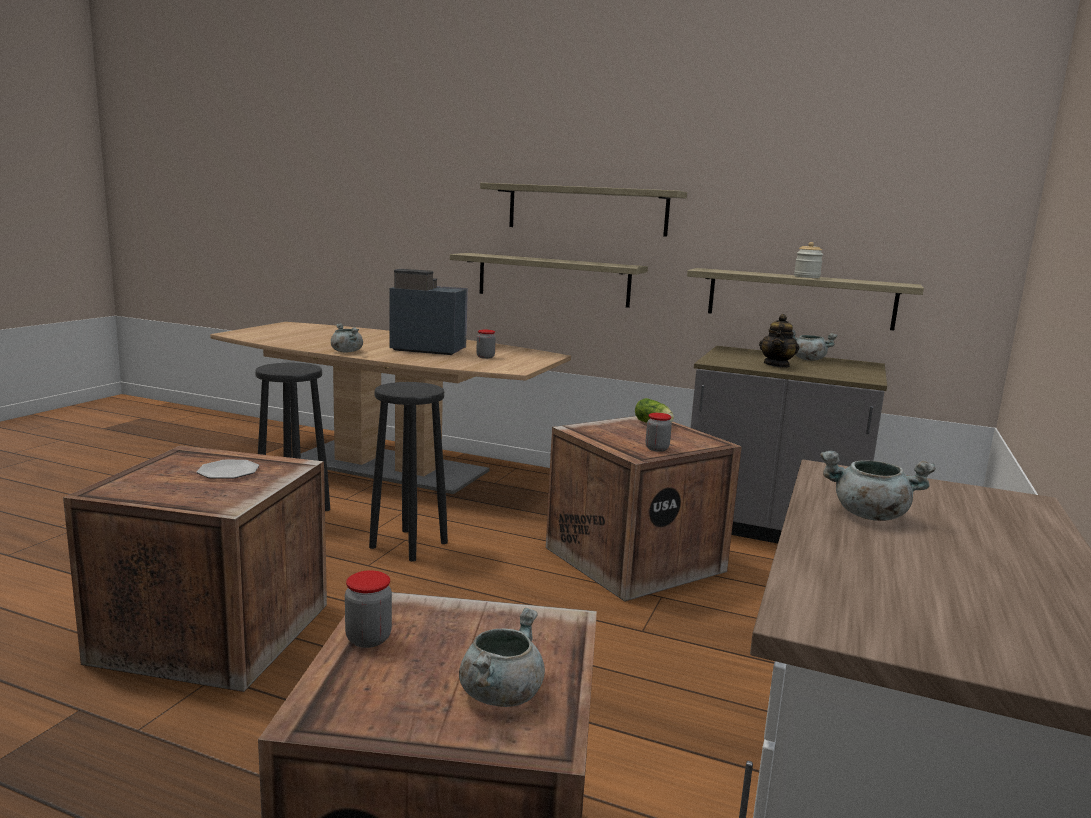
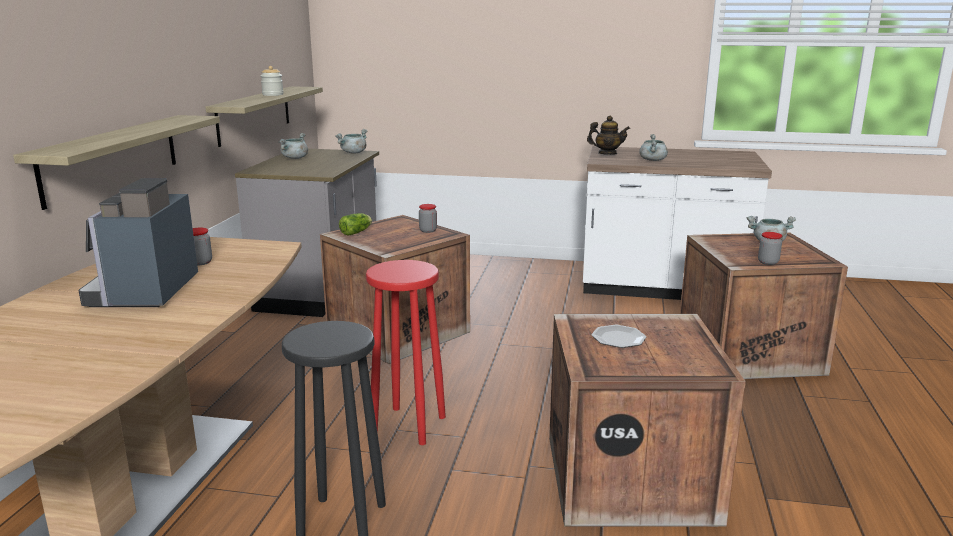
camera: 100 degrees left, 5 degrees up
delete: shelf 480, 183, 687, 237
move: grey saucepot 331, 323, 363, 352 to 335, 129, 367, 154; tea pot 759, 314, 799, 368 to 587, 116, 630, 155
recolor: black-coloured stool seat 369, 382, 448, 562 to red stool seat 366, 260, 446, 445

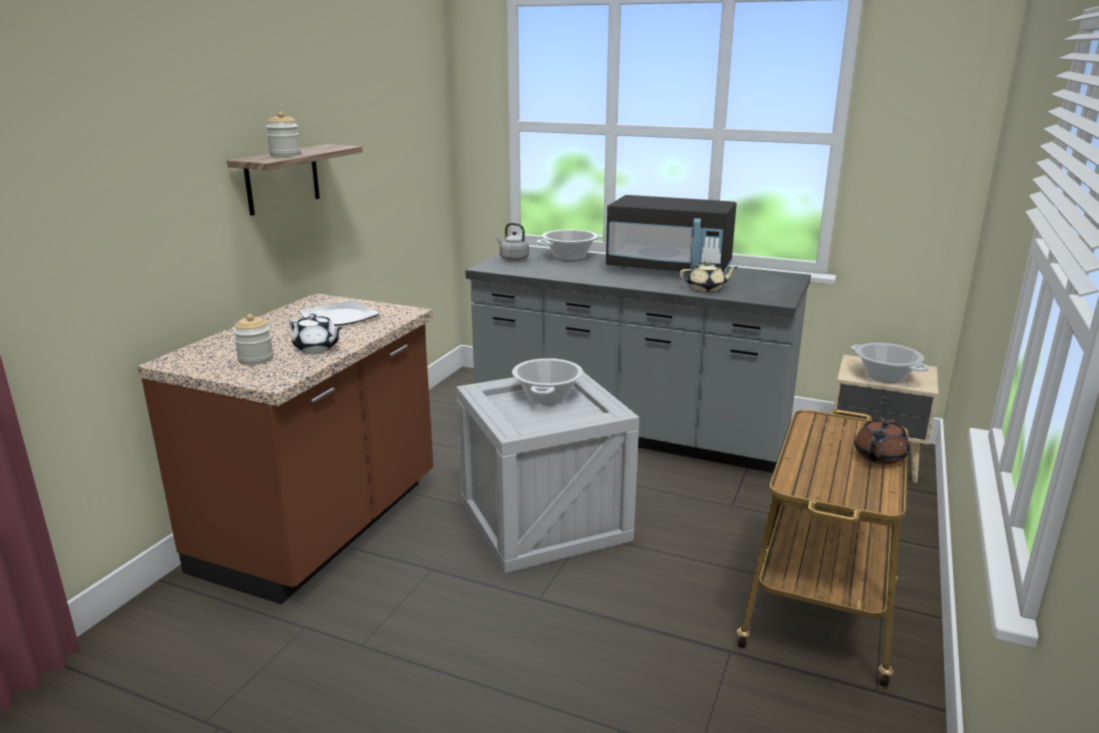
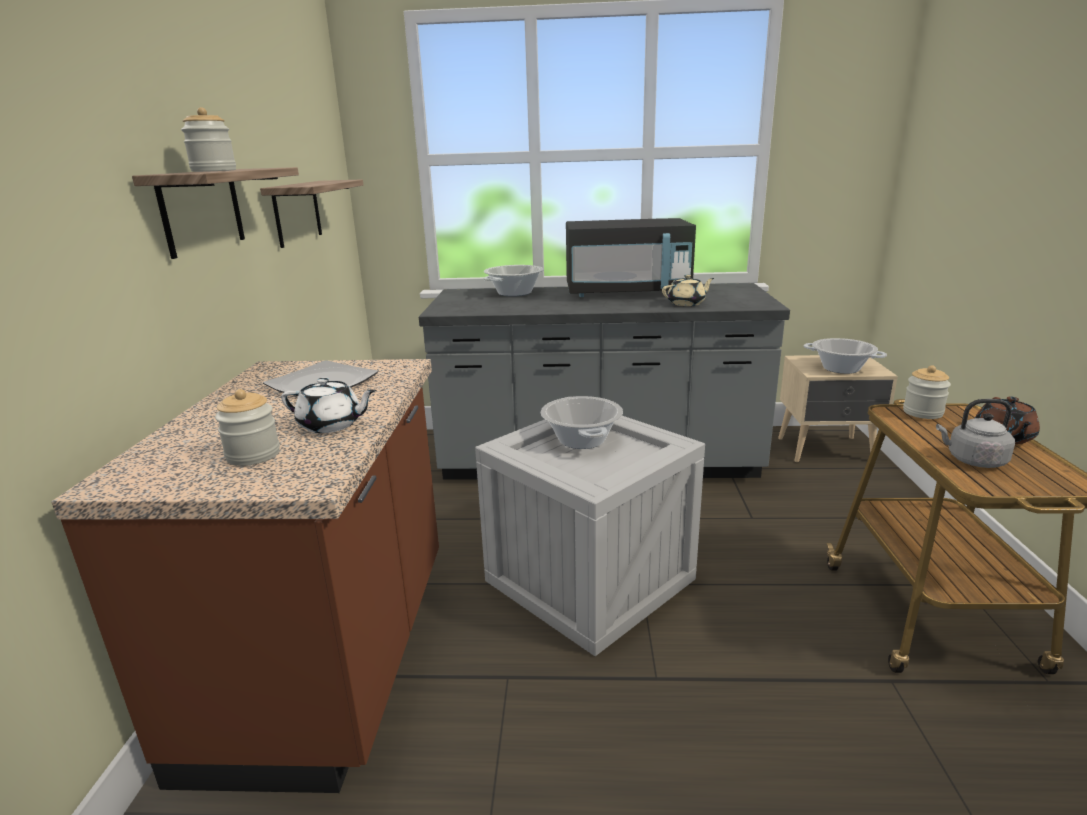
camera: 20 degrees left, 0 degrees up
insert: shelf 260, 179, 363, 248; preserve jar 903, 365, 951, 419
move: grey tea kettle 496, 223, 529, 261 to 936, 399, 1015, 468

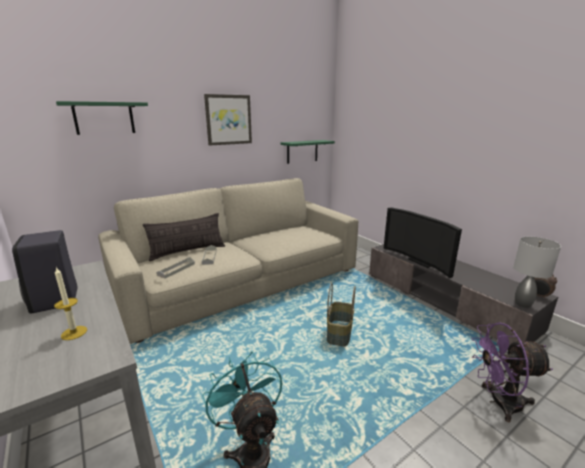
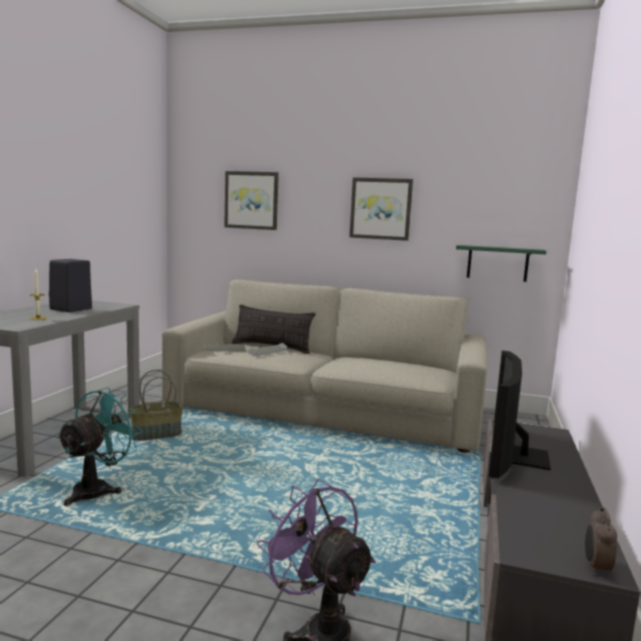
camera: 50 degrees right, 10 degrees down
delete: grey tabletop lamp 513, 236, 561, 308
move: basket 327, 283, 355, 347 to 129, 370, 183, 441
replace: green-coloured shelf 56, 101, 148, 135 to picture 224, 171, 279, 230

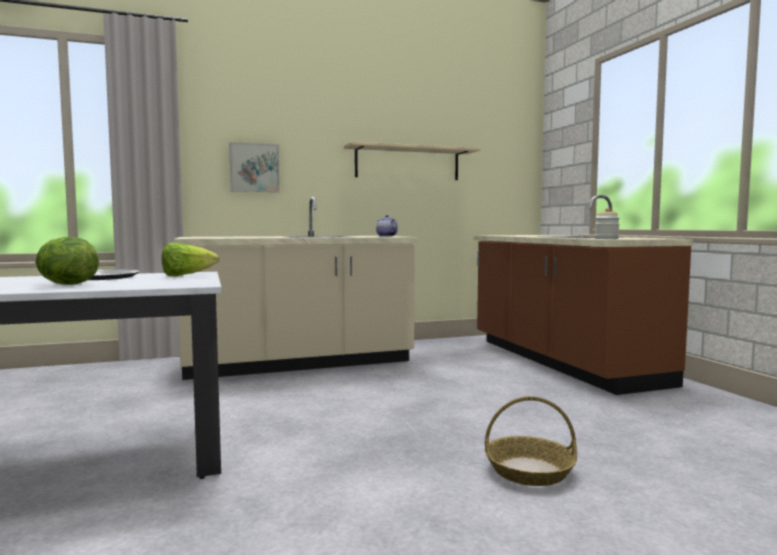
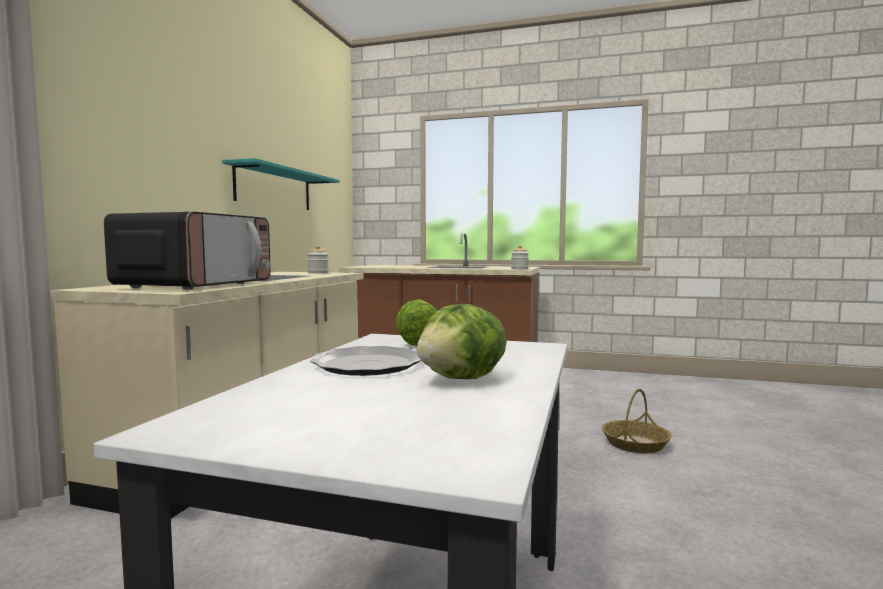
camera: 55 degrees left, 0 degrees up
delete: picture 229, 142, 279, 192
insert: microwave oven 104, 212, 271, 290
replace: tea pot 376, 215, 398, 236 to preserve jar 307, 245, 329, 274
recolor: beige shelf 344, 141, 481, 180 to turquoise shelf 223, 158, 340, 210

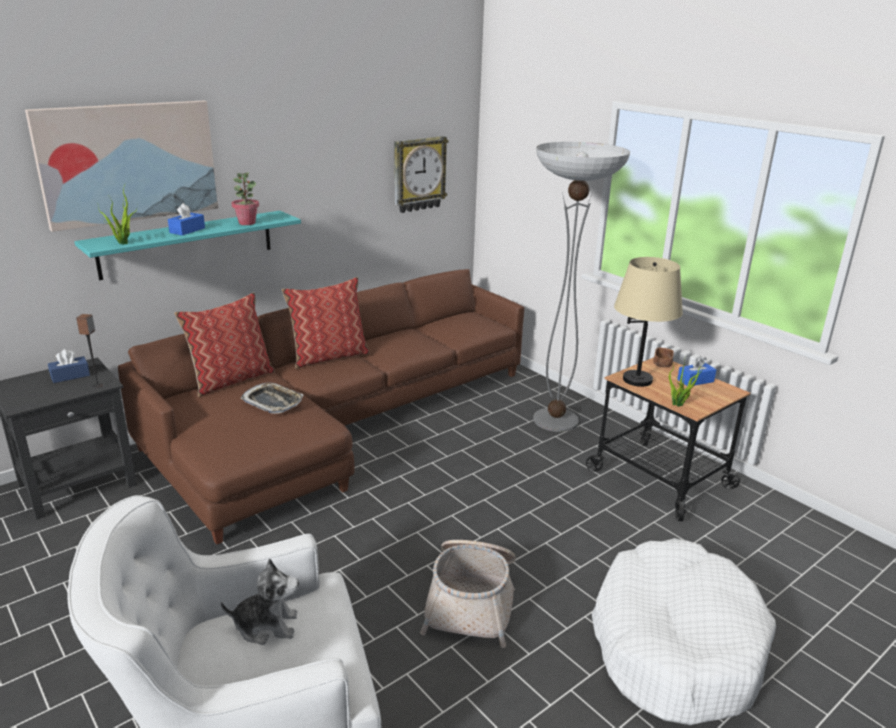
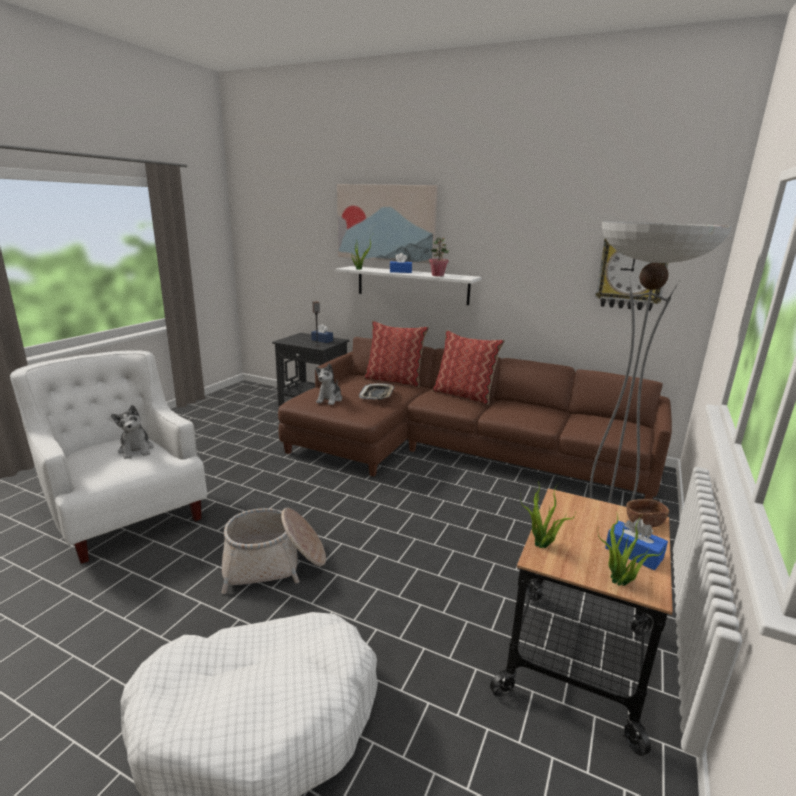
camera: 65 degrees right, 5 degrees down
delete: beige tabletop lamp 614, 257, 683, 387
insert: cuddly toy 316, 363, 342, 405; plant in a pot 598, 514, 664, 586
recolor: turquoise shelf 74, 211, 301, 280 to white-coloured shelf 335, 266, 482, 305

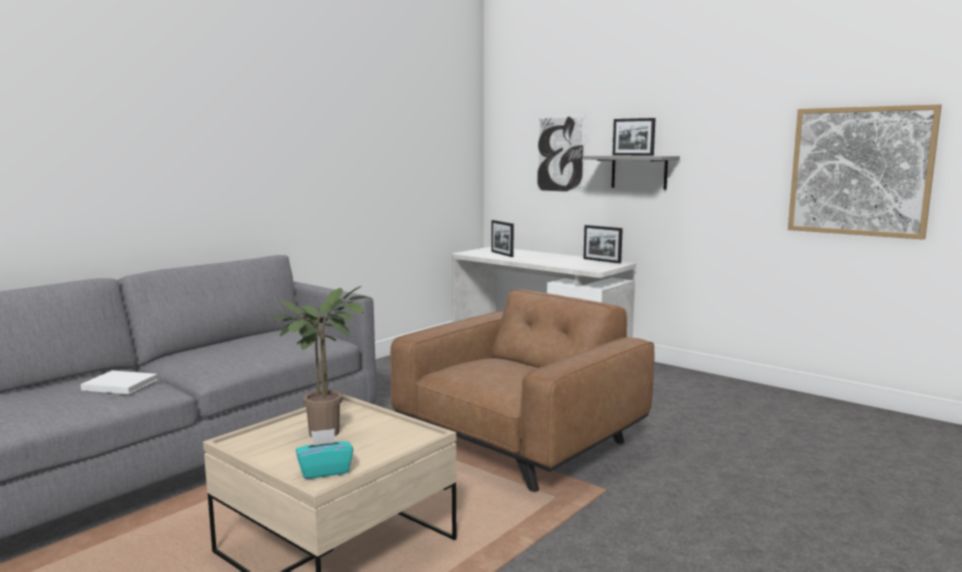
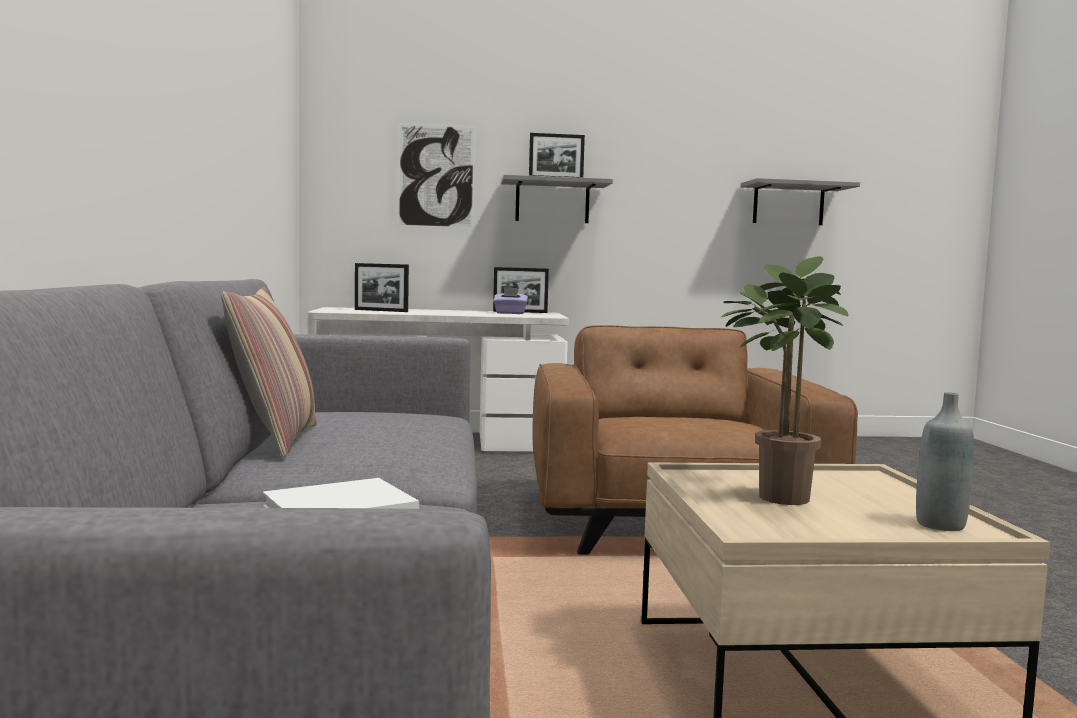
camera: 45 degrees left, 5 degrees down
insert: pillow 221, 287, 317, 458; purple-coloured tissue holder 494, 287, 528, 314
replace: turquoise tissue holder 296, 429, 353, 479 to grey drink bottle 916, 392, 974, 531; picture 788, 104, 942, 240 to grey shelf 741, 178, 860, 225

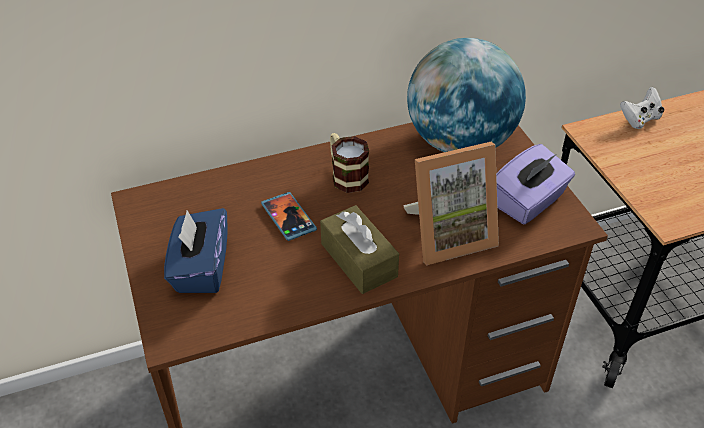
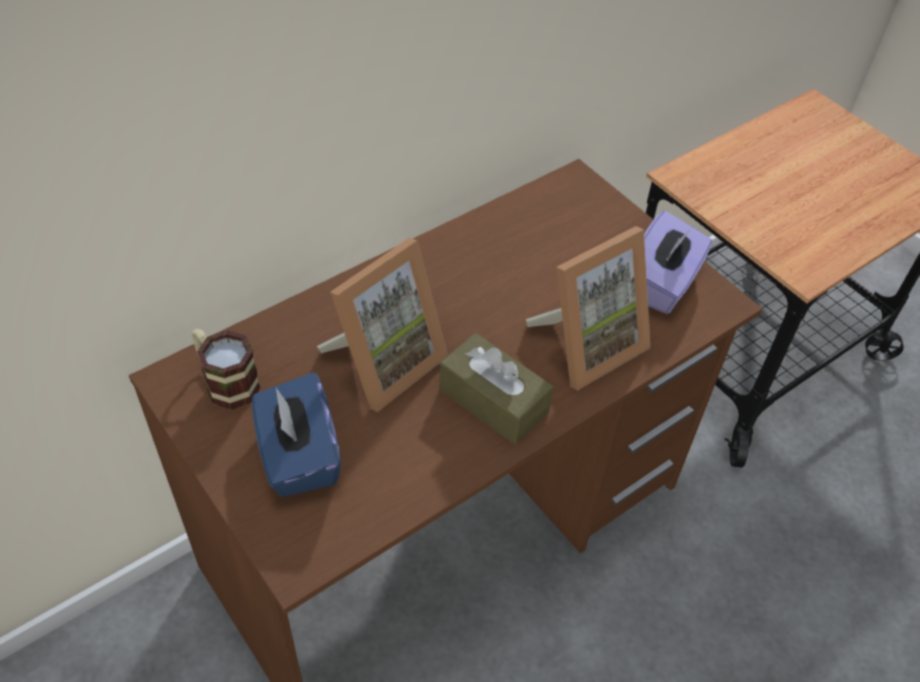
camera: 20 degrees left, 5 degrees up
delete: globe 407, 38, 526, 152; white-coloured joypad 620, 87, 664, 129
move: coffee mug 330, 133, 369, 193 to 192, 329, 261, 410
replace: phone 261, 192, 317, 241 to picture frame 317, 238, 448, 412

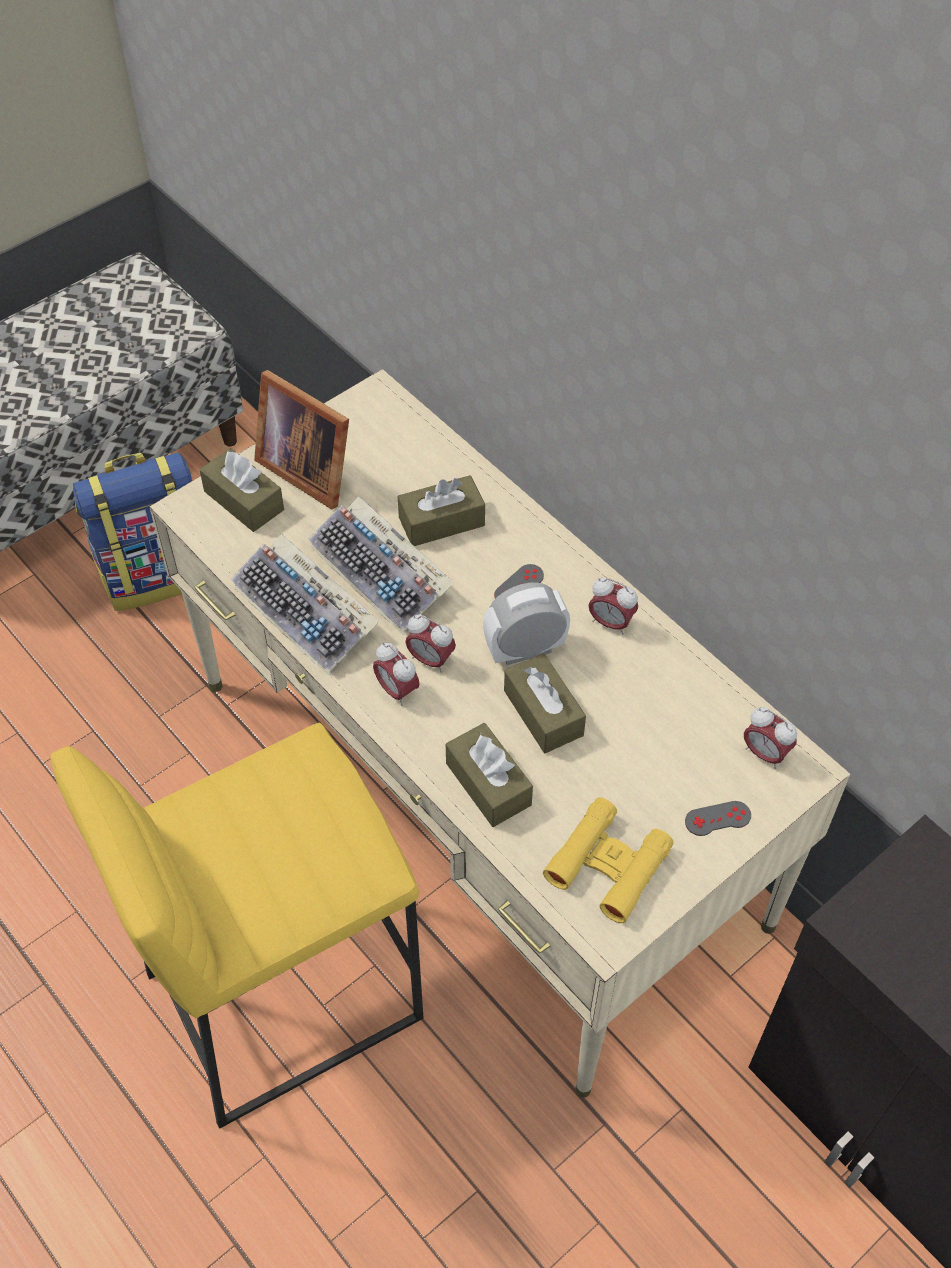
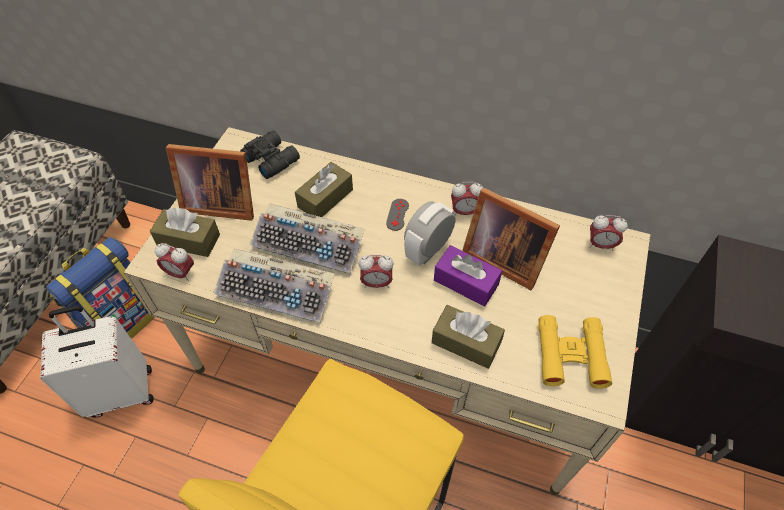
camera: 30 degrees left, 0 degrees up
delete: grey joypad 685, 801, 751, 836
insert: white-coloured travel case 40, 305, 154, 417; black-coloured field glasses 240, 130, 300, 179; picture frame 462, 188, 560, 290
move: bedside clock 373, 643, 420, 706 to 155, 243, 194, 281
recolor: brownish tissue holder 504, 653, 586, 753 to purple-coloured tissue holder 434, 245, 502, 306

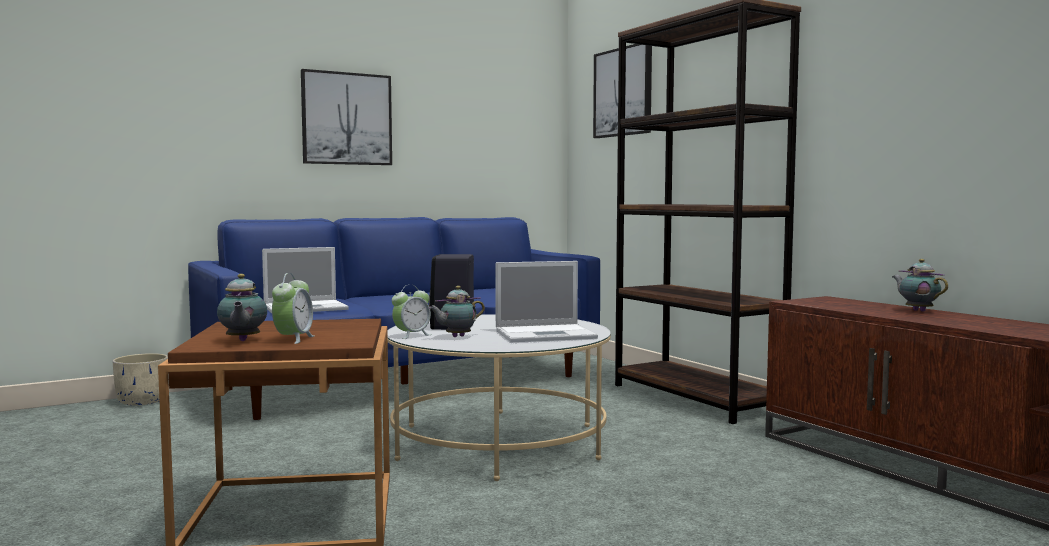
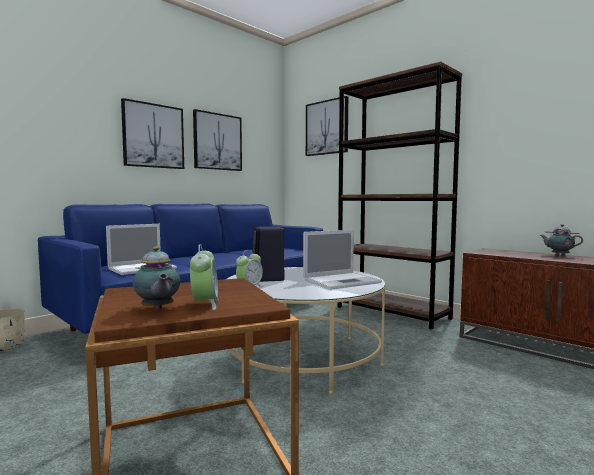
camera: 15 degrees left, 0 degrees up
delete: tea pot 429, 286, 485, 337
insert: picture 193, 109, 242, 171

